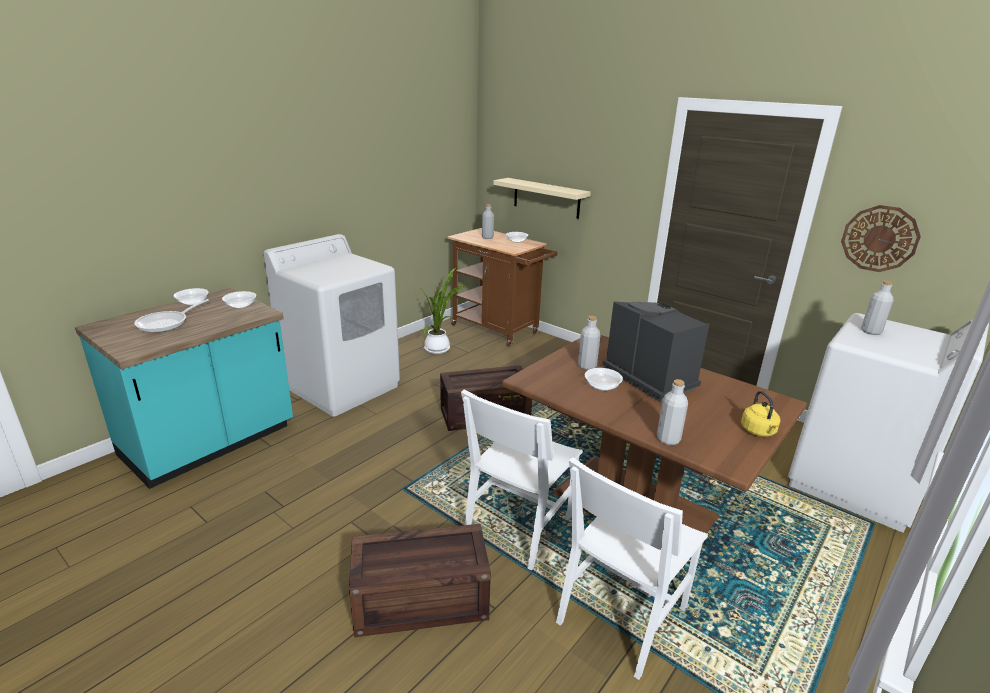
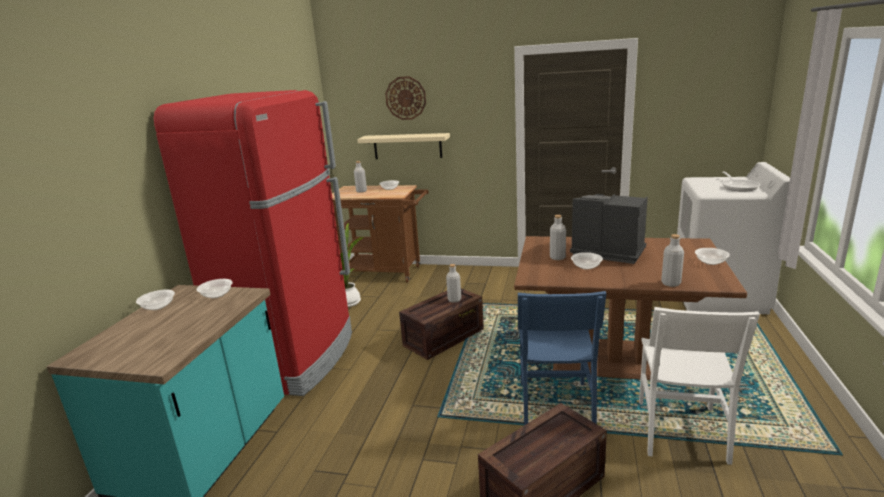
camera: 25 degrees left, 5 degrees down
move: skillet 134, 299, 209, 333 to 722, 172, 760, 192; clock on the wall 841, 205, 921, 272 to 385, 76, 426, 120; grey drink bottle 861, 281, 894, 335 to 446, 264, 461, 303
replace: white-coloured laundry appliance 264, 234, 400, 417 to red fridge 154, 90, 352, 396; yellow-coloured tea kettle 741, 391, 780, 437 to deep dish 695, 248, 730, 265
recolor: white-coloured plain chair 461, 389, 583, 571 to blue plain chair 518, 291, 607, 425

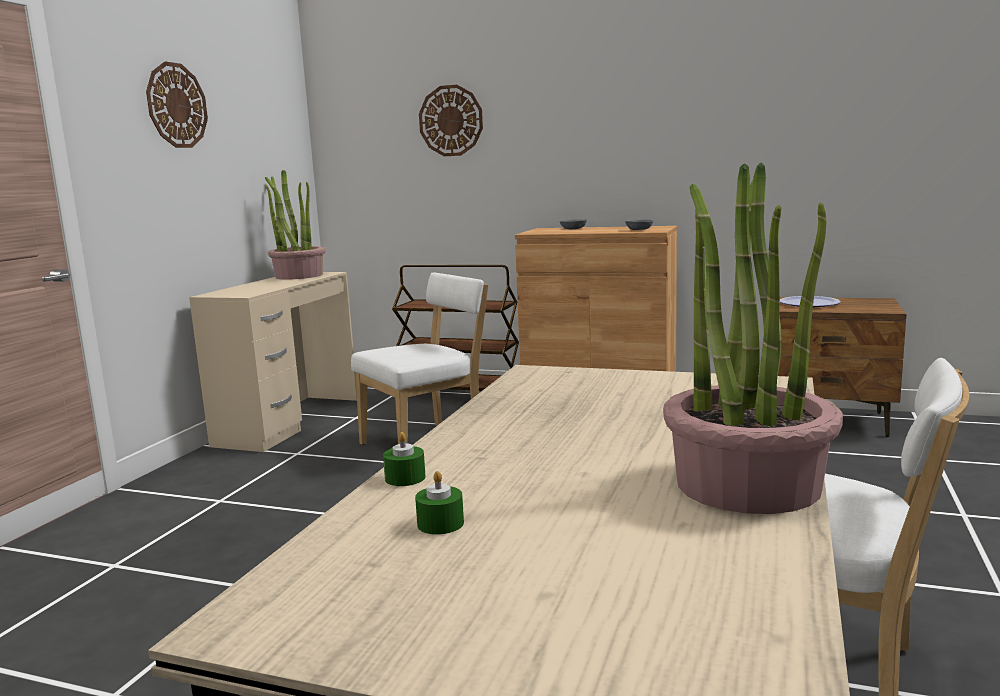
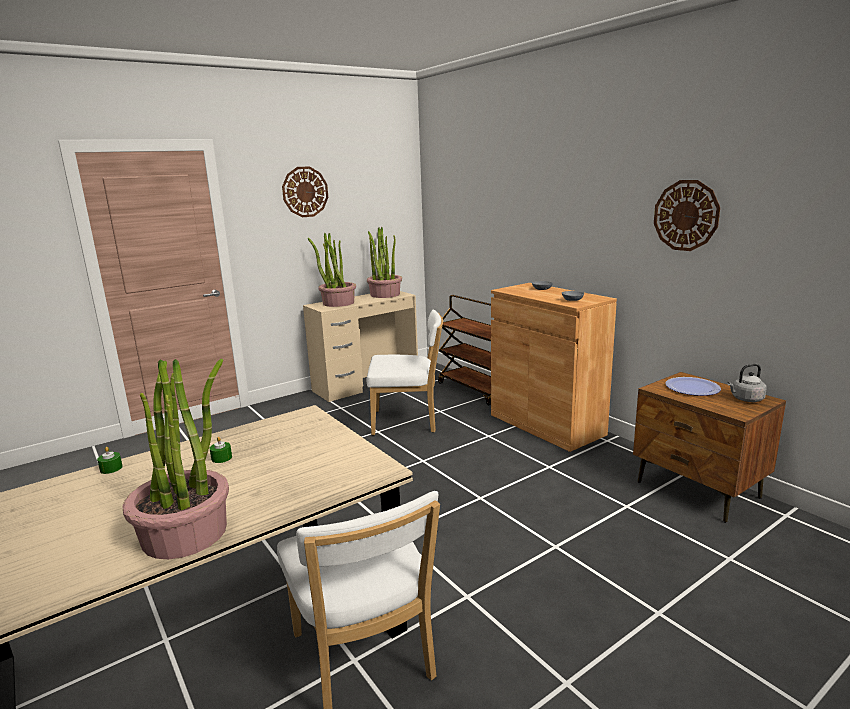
camera: 35 degrees right, 5 degrees up
insert: plant in a pot 308, 233, 356, 307; grey tea kettle 727, 364, 767, 402
move: green-coloured wax candle 415, 471, 464, 535 to 210, 437, 232, 463; clock on the wall 419, 85, 483, 156 to 654, 180, 720, 251

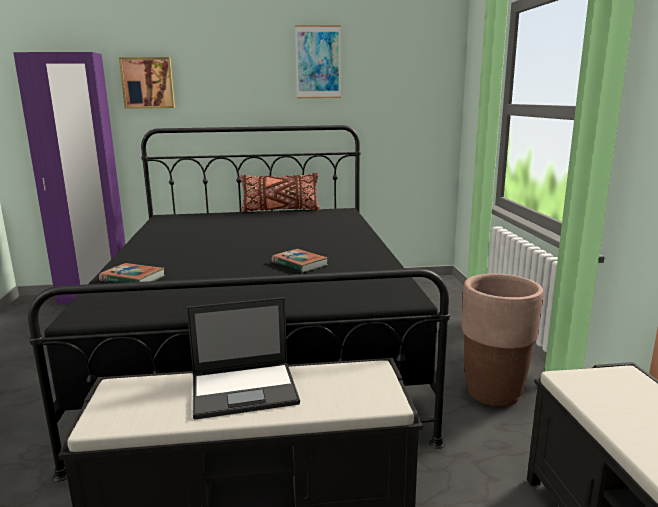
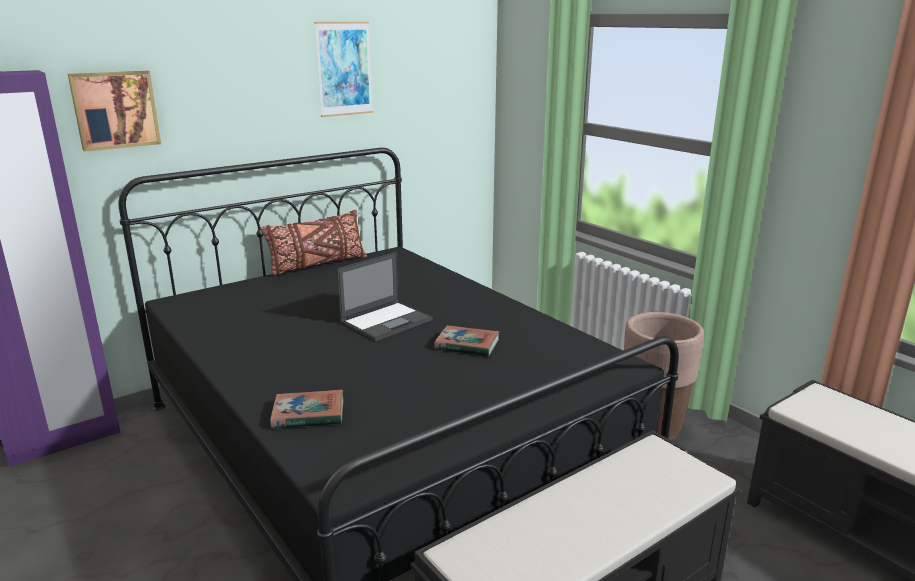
camera: 30 degrees left, 5 degrees up
move: notebook computer 187, 297, 300, 420 to 337, 252, 433, 341

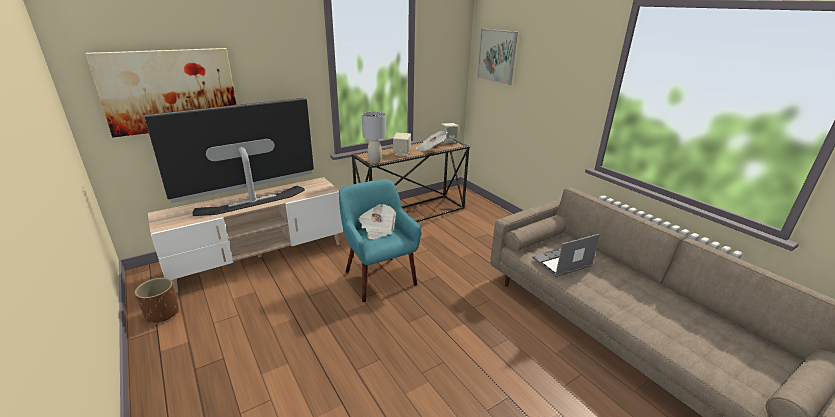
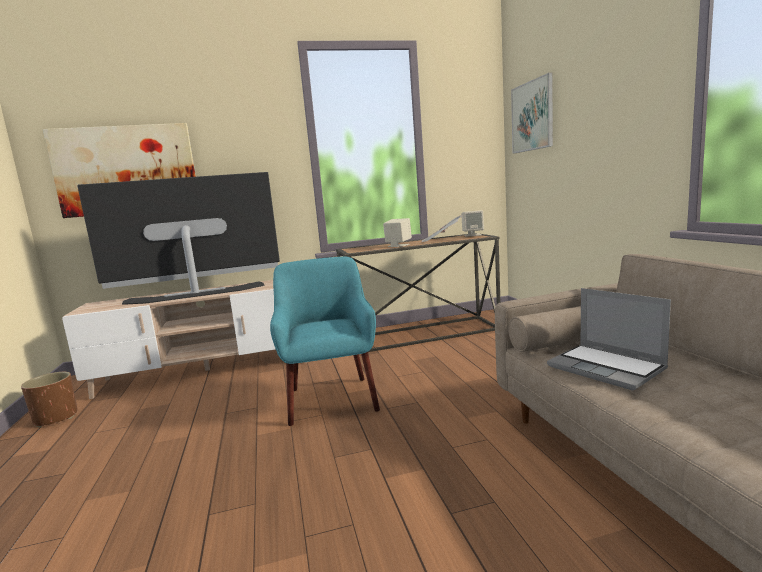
camera: 20 degrees right, 15 degrees down
delete: printed paper 359, 204, 396, 239; grey tabletop lamp 362, 112, 386, 163
rotate: notebook computer 532, 233, 600, 277 = 547, 288, 671, 391 120 degrees counterclockwise

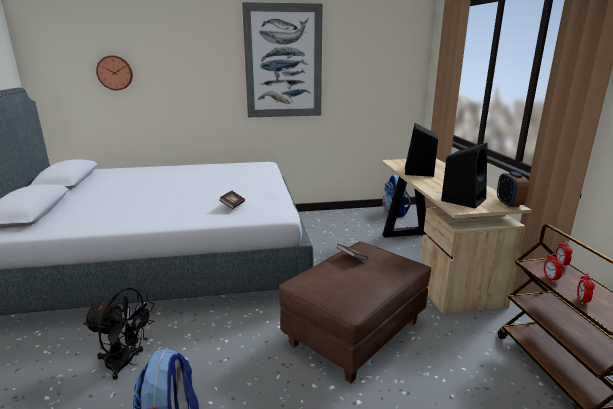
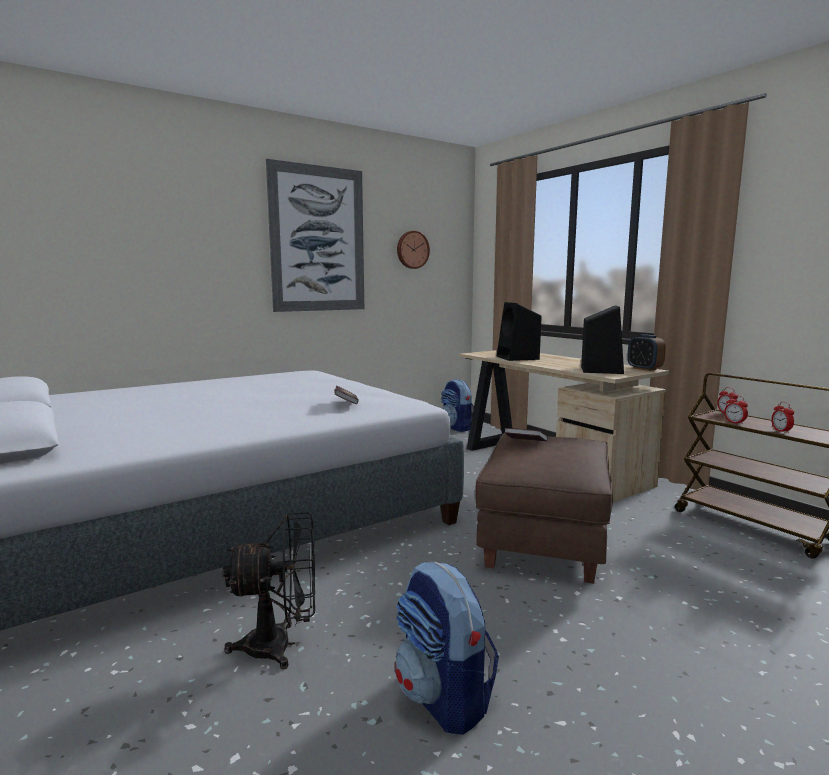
camera: 25 degrees left, 10 degrees down
move: clock on the wall 96, 55, 133, 90 to 397, 231, 430, 269

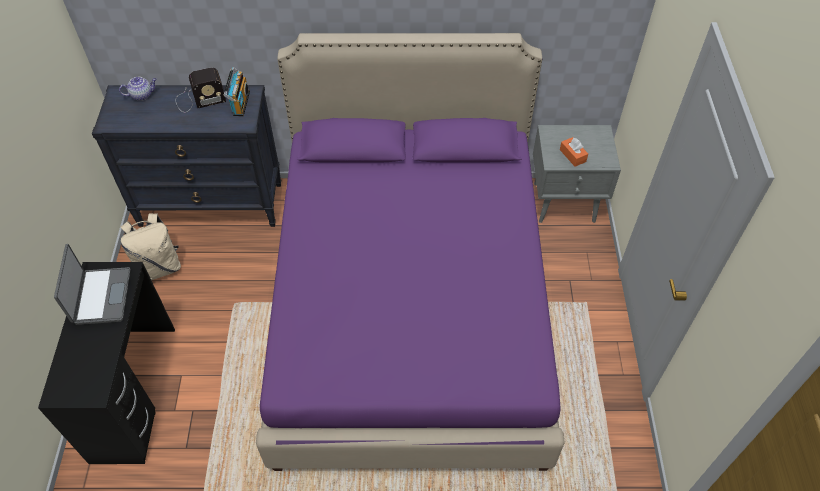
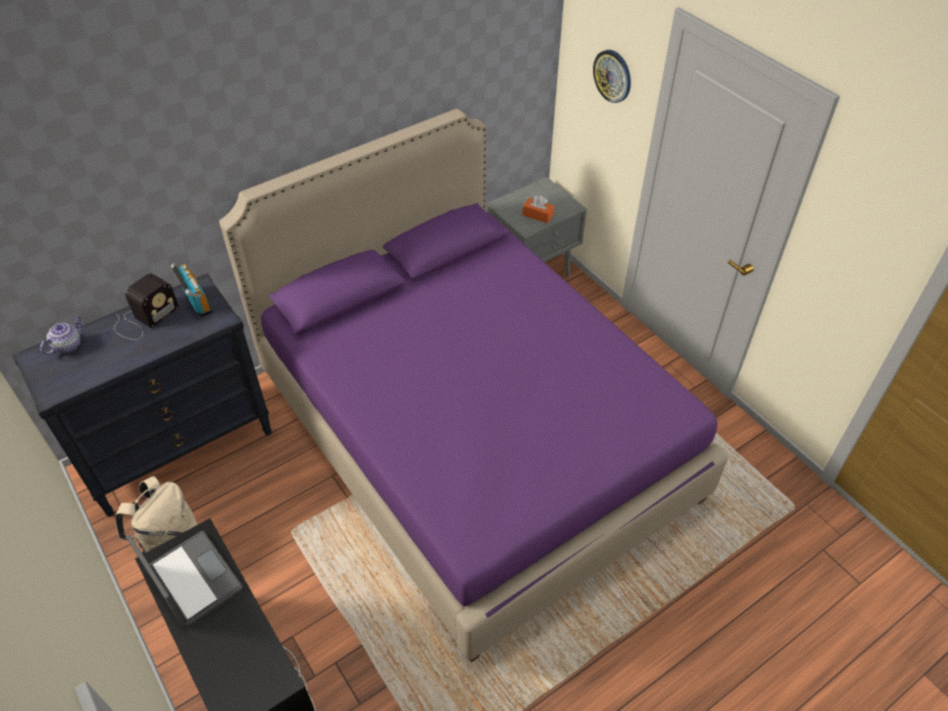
camera: 35 degrees left, 5 degrees down
insert: clock on the wall 593, 50, 631, 103

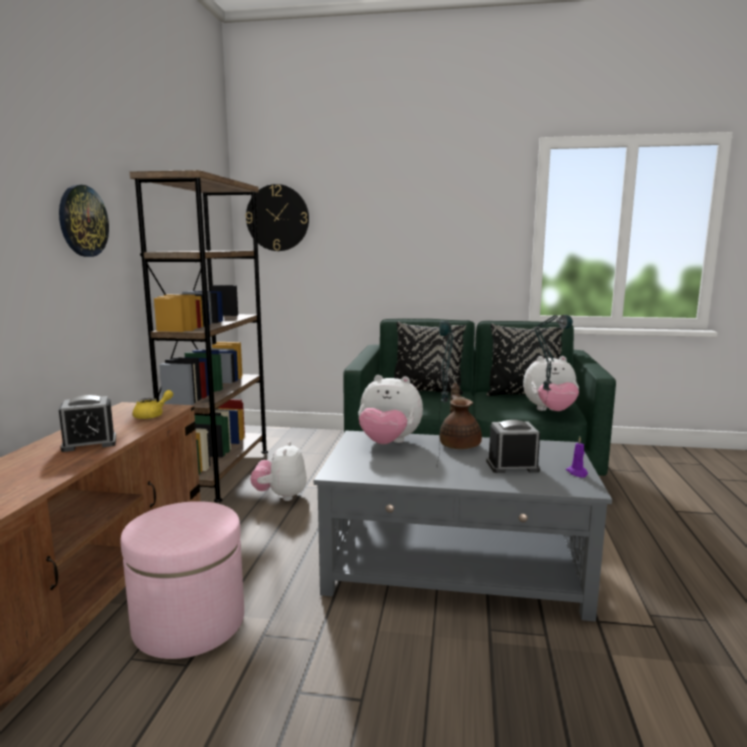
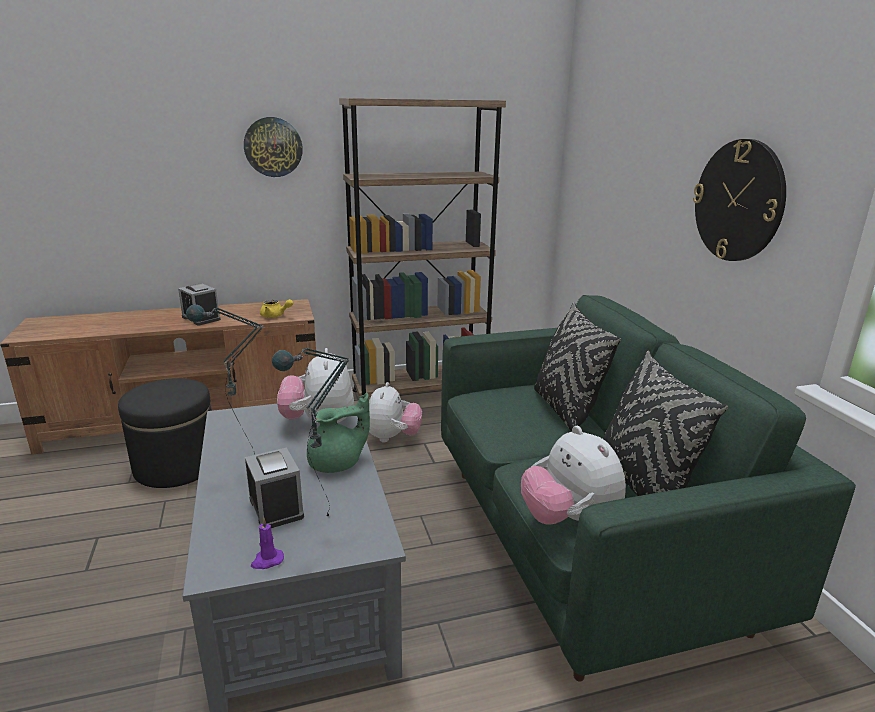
camera: 65 degrees right, 10 degrees up
move: clock on the wall 246, 184, 309, 251 to 693, 139, 786, 261
recolor: pinkish ottoman 121, 501, 244, 659 to black-coloured ottoman 118, 378, 212, 488; brownish tea pot 439, 383, 482, 449 to green-coloured tea pot 307, 393, 370, 473
rotate: cuddly toy 250, 441, 307, 501 = 369, 382, 422, 442 120 degrees clockwise

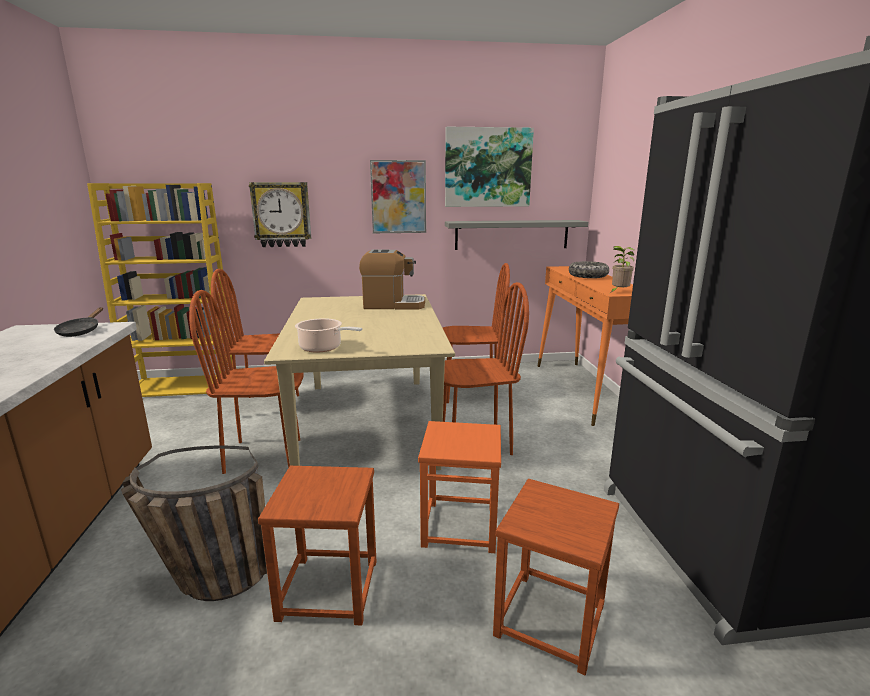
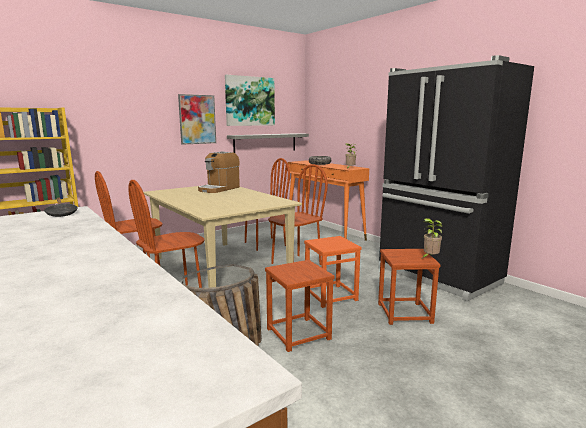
camera: 30 degrees left, 5 degrees down
delete: clock on the wall 249, 182, 311, 247; saucepot 295, 318, 362, 353
insert: plant in a pot 423, 218, 442, 258
rotate: coffee machine 359, 250, 425, 309 = 198, 151, 240, 193 150 degrees clockwise

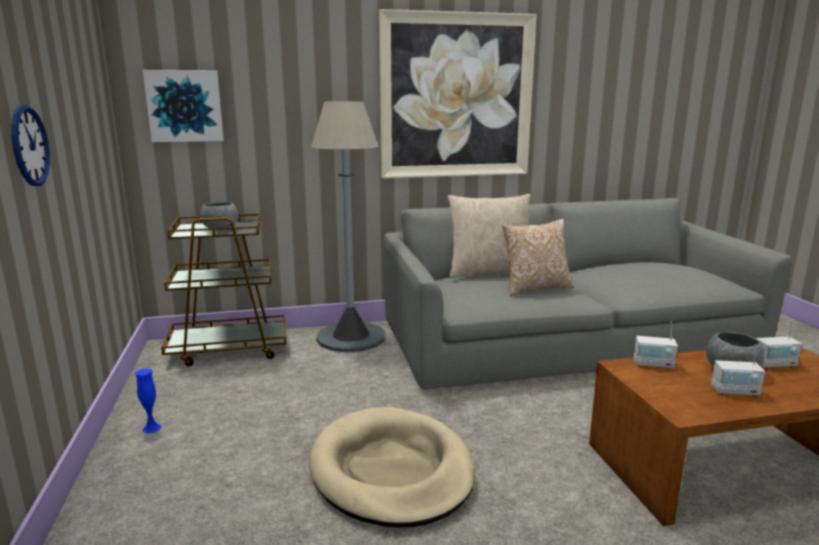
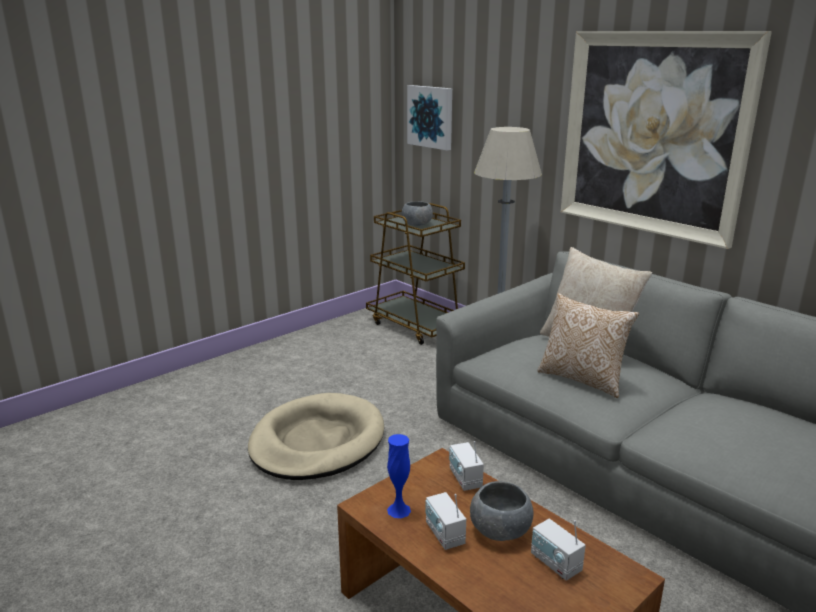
camera: 60 degrees right, 5 degrees up
delete: clock on the wall 11, 105, 50, 186
move: blue decorative vase 135, 369, 161, 433 to 387, 434, 411, 518

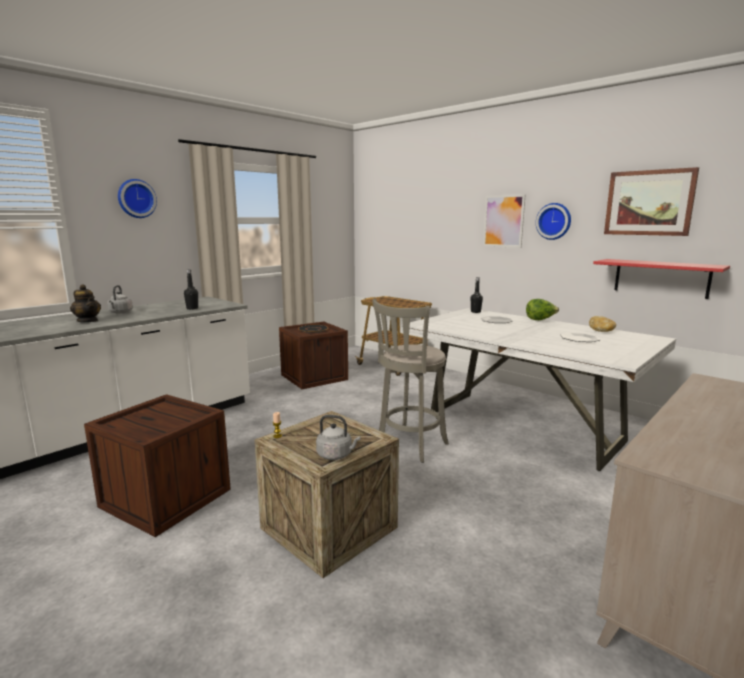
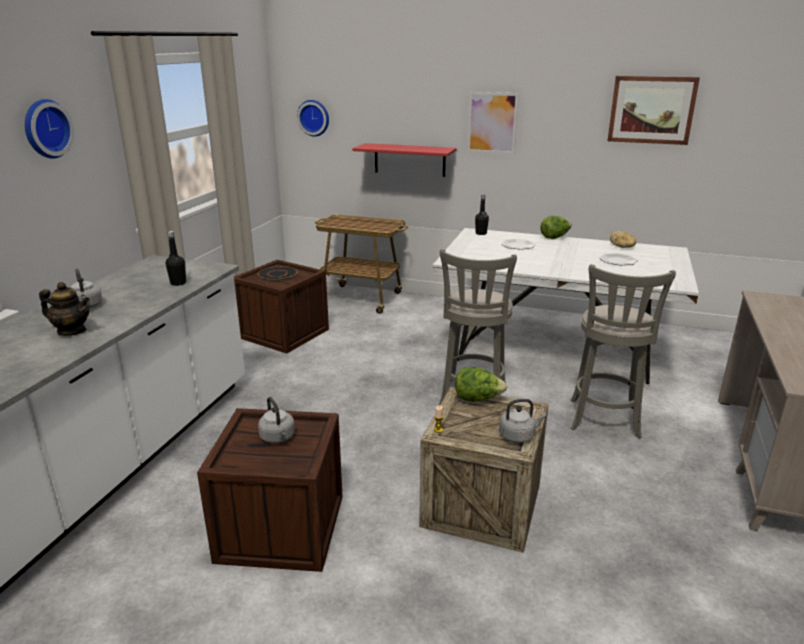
camera: 25 degrees left, 10 degrees up
insert: grey tea kettle 258, 397, 295, 443; head of lettuce 455, 367, 508, 402; grey stool seat 571, 264, 676, 439
move: clock on the wall 536, 203, 571, 240 to 297, 100, 329, 136; red shelf 593, 259, 730, 299 to 352, 143, 457, 177

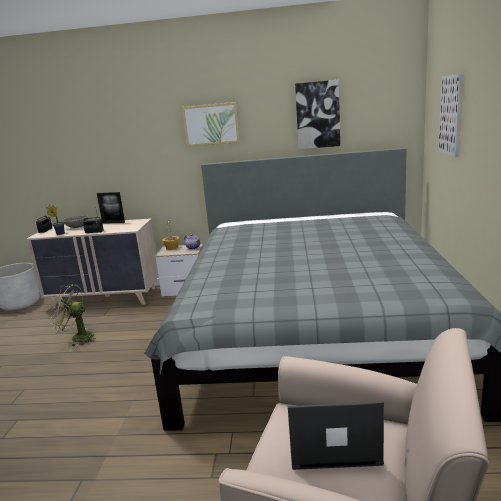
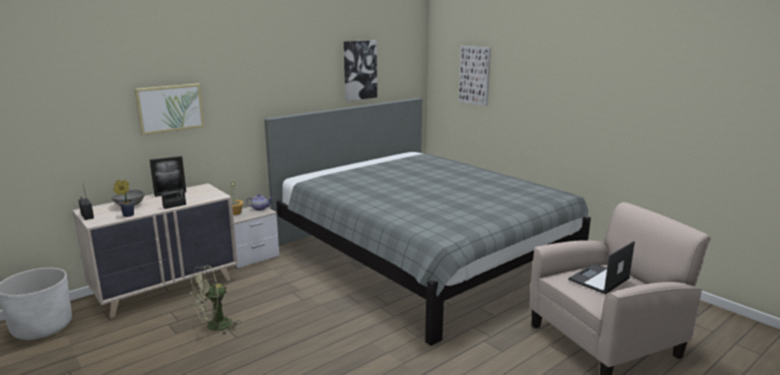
camera: 45 degrees left, 0 degrees up
move: picture 182, 102, 240, 147 to 135, 83, 204, 135

